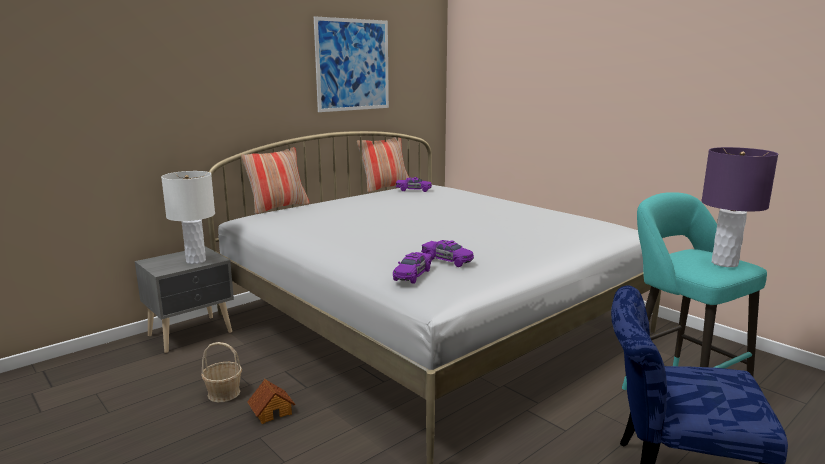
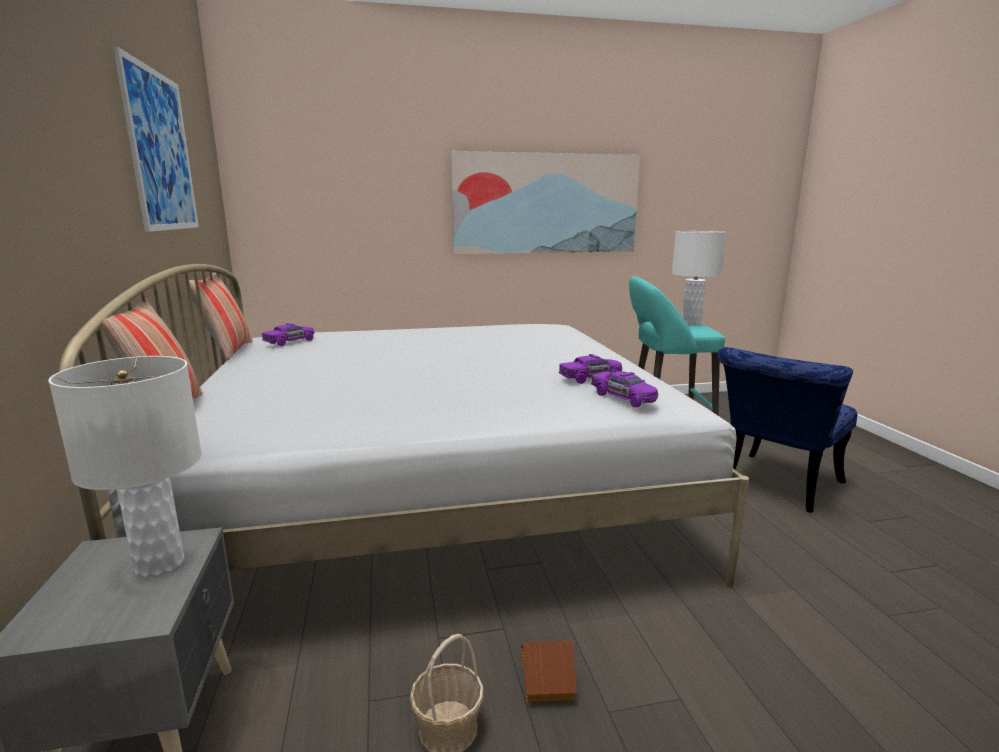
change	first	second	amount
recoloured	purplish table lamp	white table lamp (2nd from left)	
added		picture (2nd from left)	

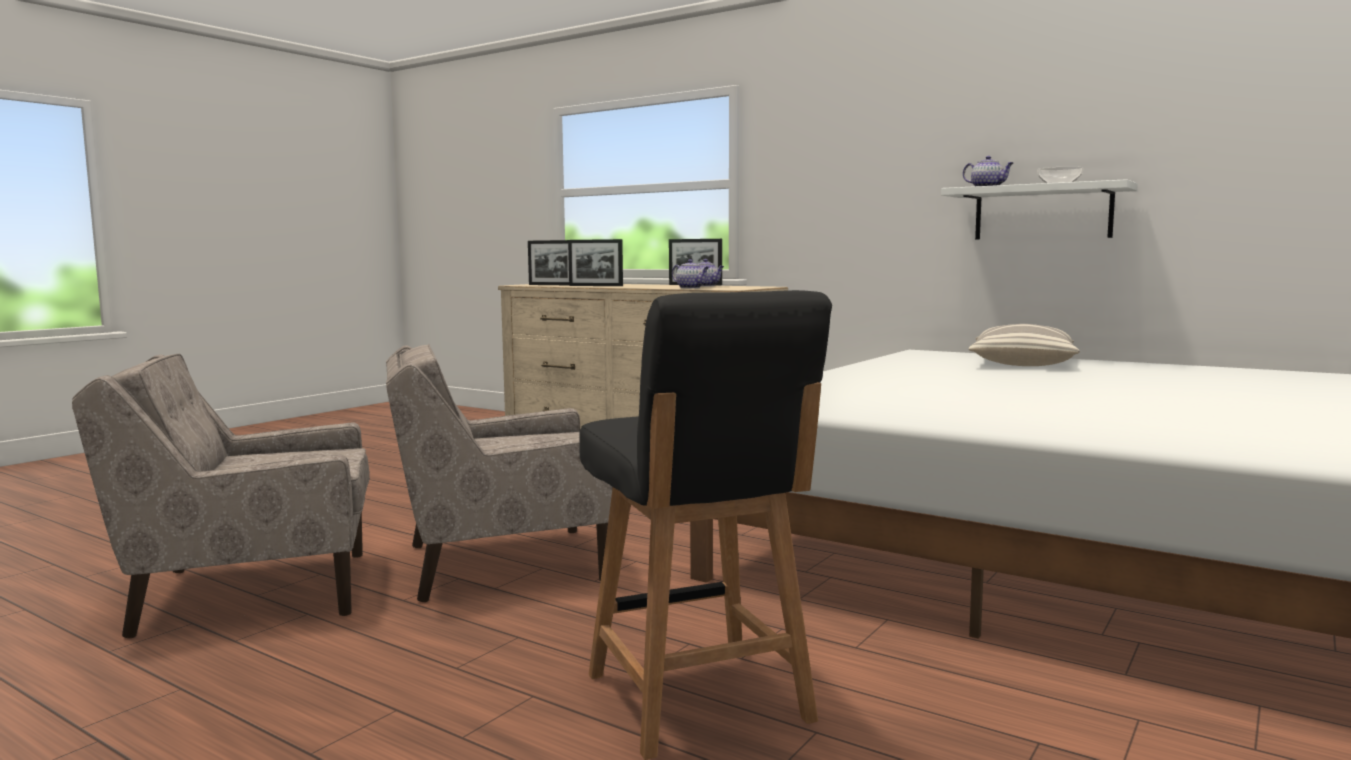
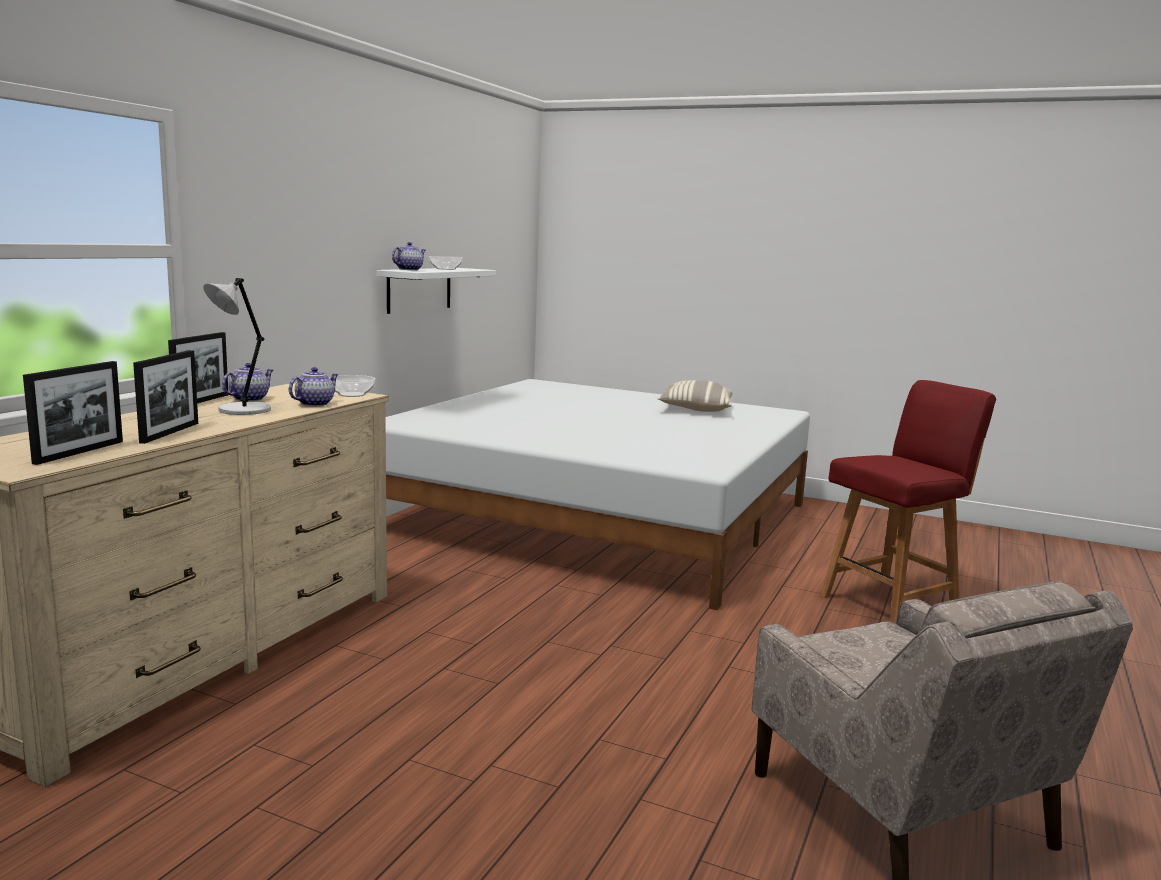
change	first	second	amount
removed	beige easy chair (2nd from left)		
recoloured	black plain chair	red plain chair	
moved	throw pillow		
added		gray table lamp	
added		bowl (1st from left)	

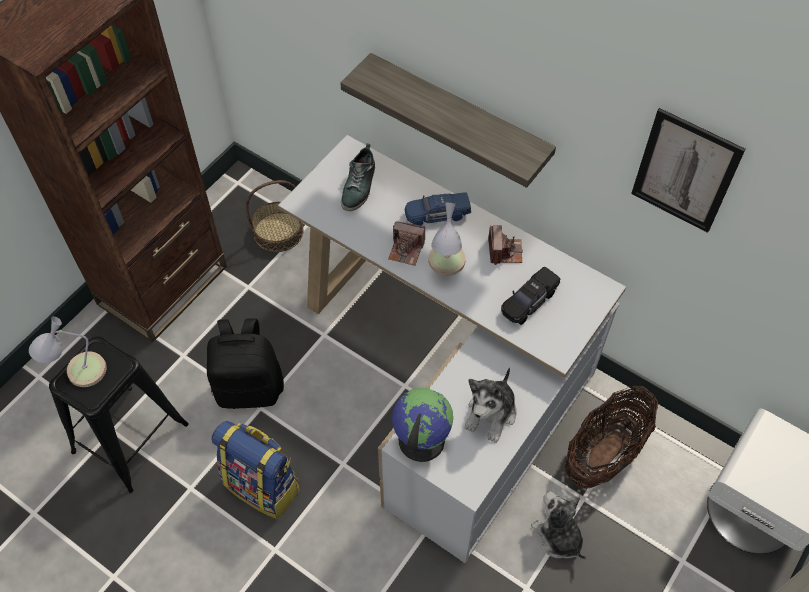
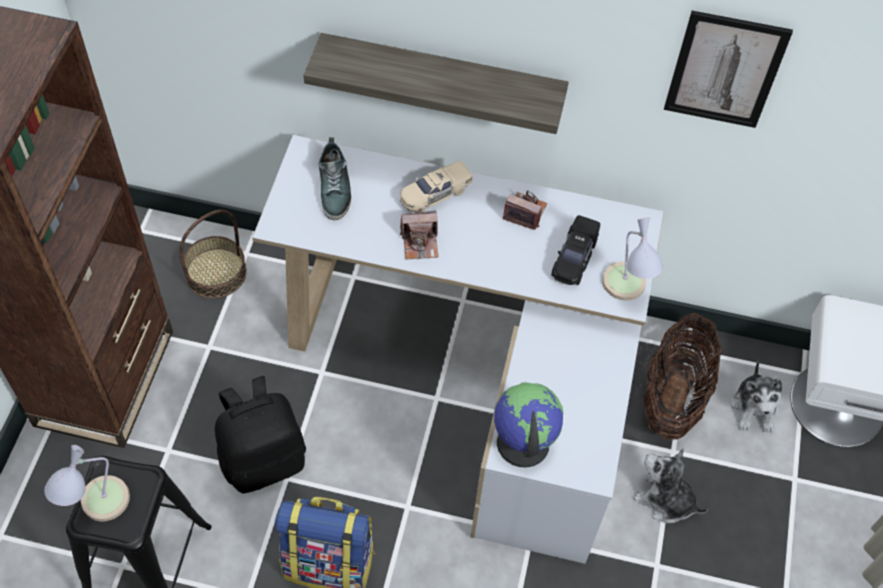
change	first	second	amount
recoloured	blue-coloured toy car	beige toy car	
moved	table lamp (2nd from left)		
moved	plush toy (1st from left in the first image)	plush toy (2nd from left)	
turned	still camera (2nd from left)		45 degrees counterclockwise

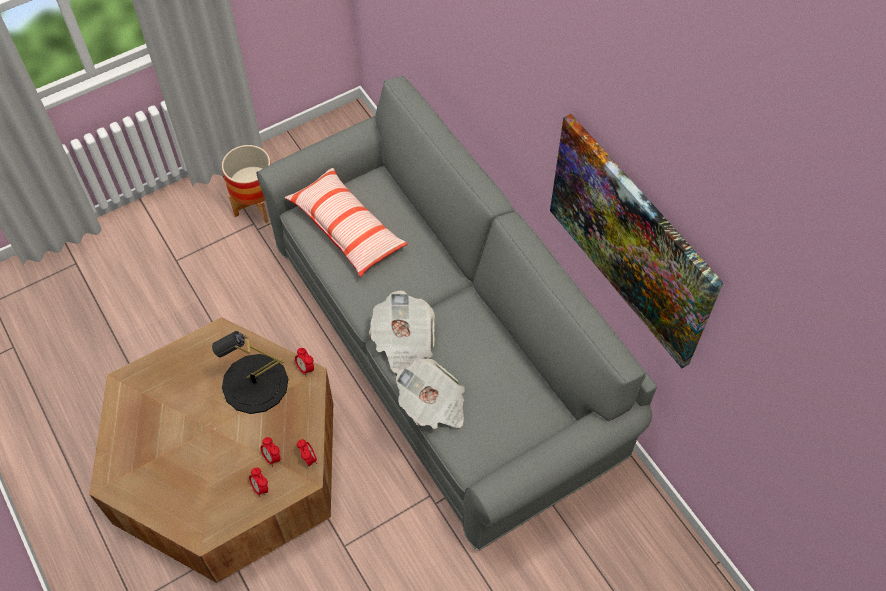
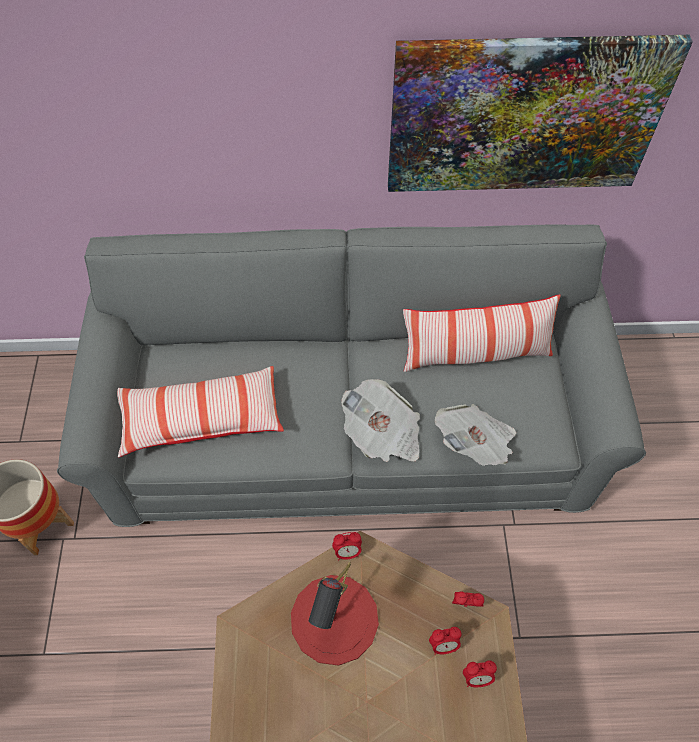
change	first	second	amount
recoloured	black table lamp	red table lamp	
added		throw pillow (2nd from left)	

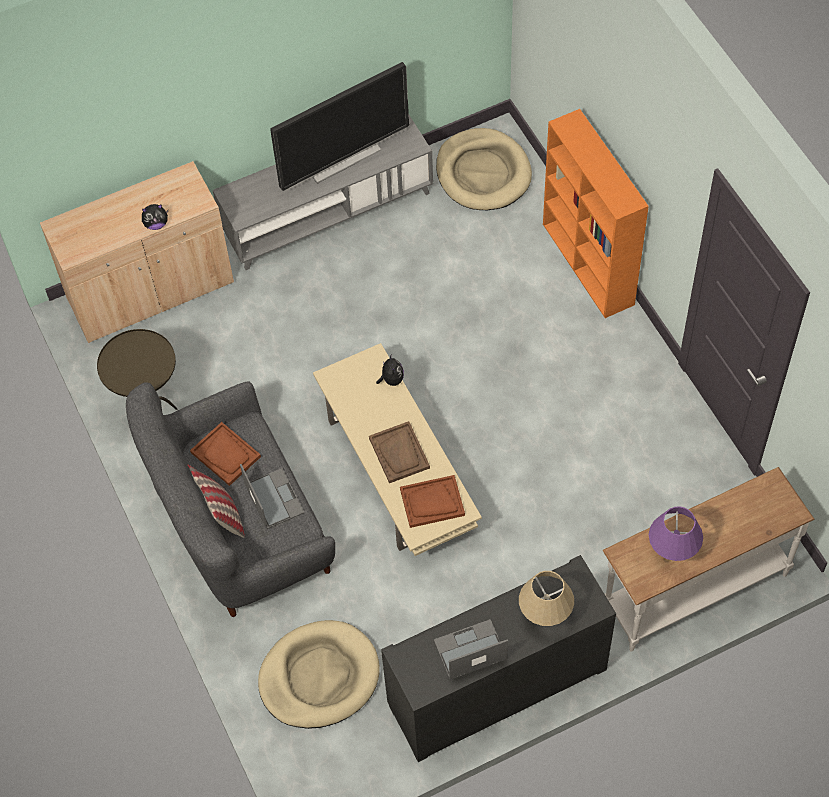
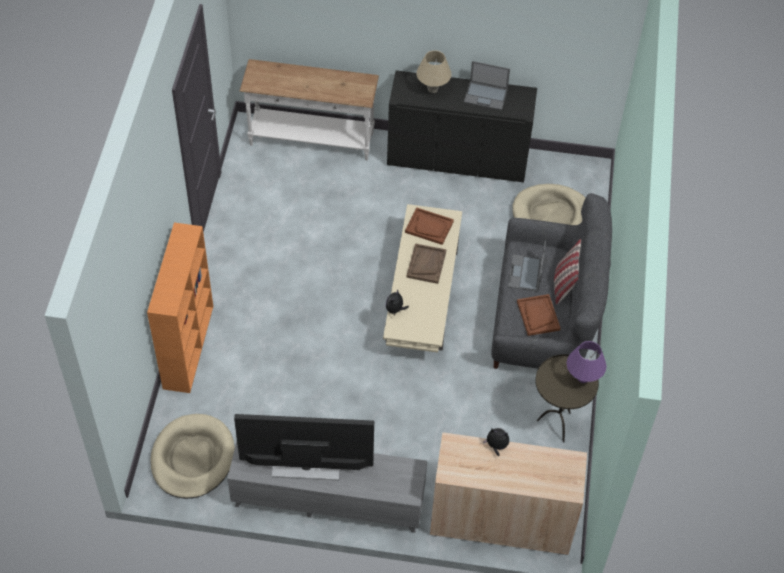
change	first	second	amount
moved	purplish table lamp		

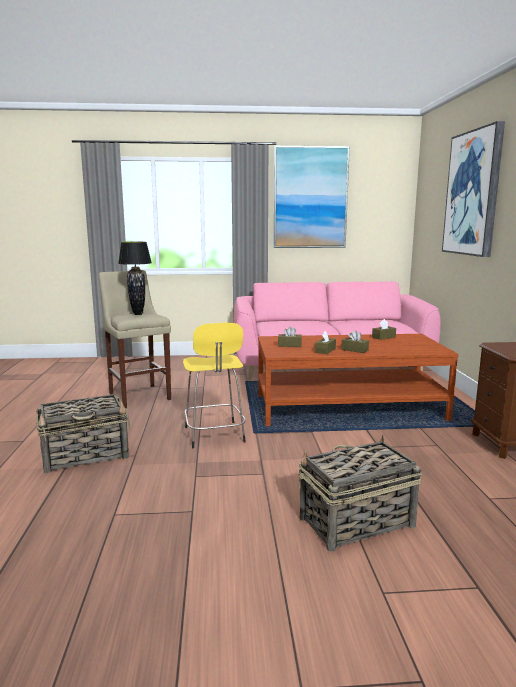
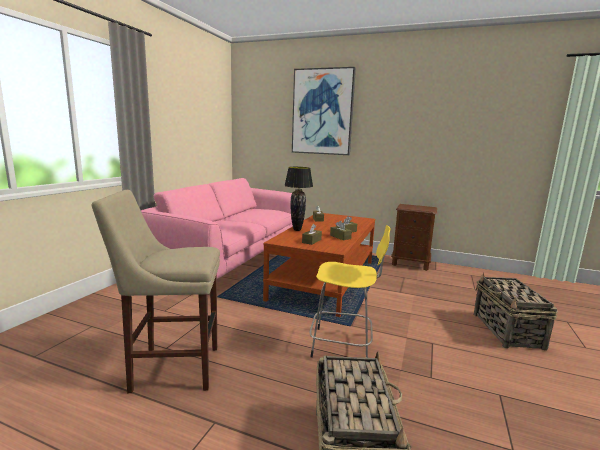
change	first	second	amount
moved	black table lamp		
removed	picture (1st from left)		

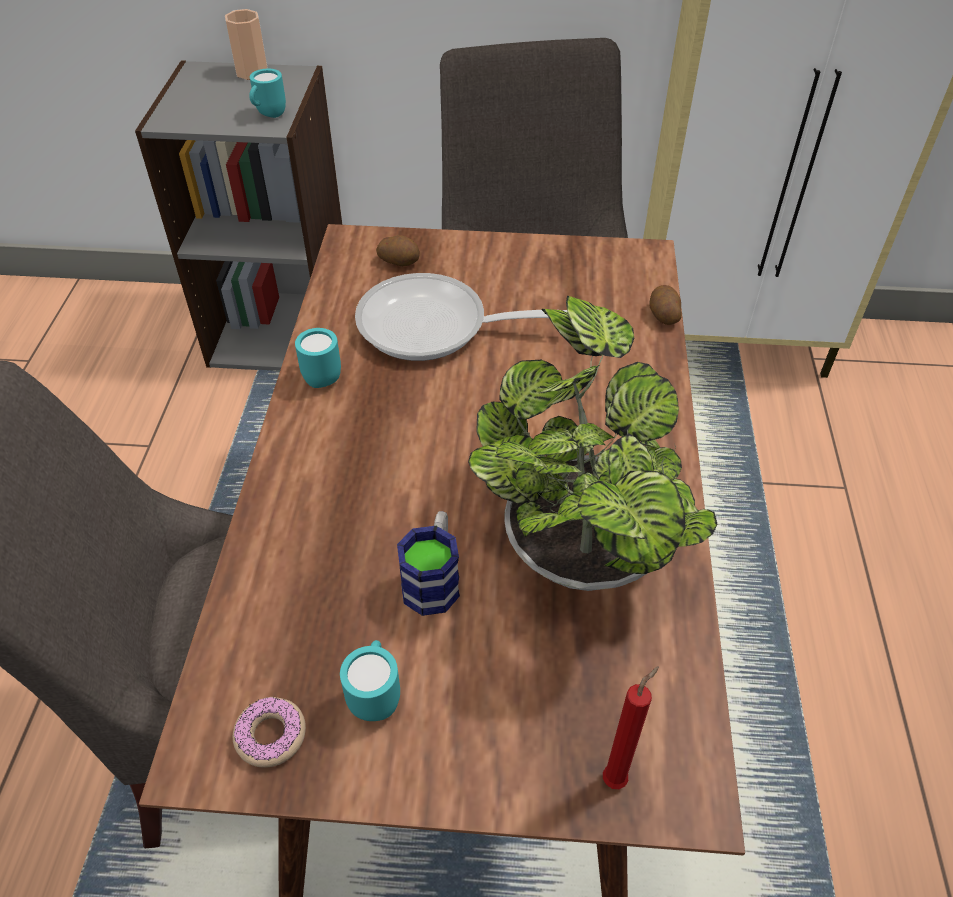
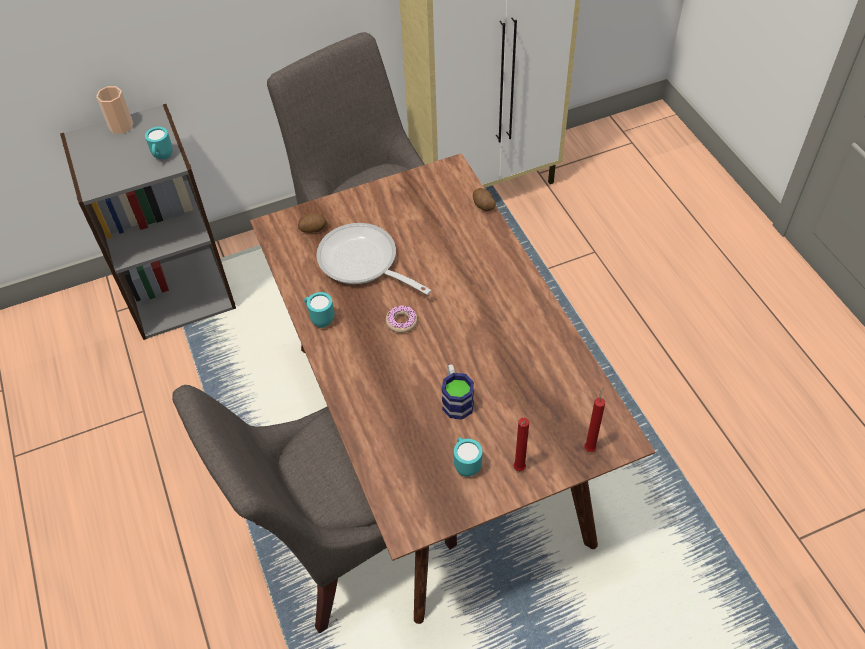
change	first	second	amount
moved	ring doughnut		
turned	frying pan		60 degrees clockwise
removed	houseplant		
added		red wax light (1st from left)	

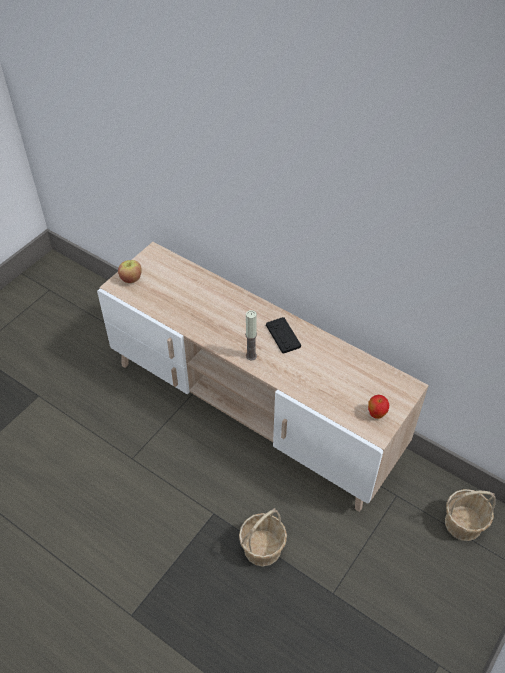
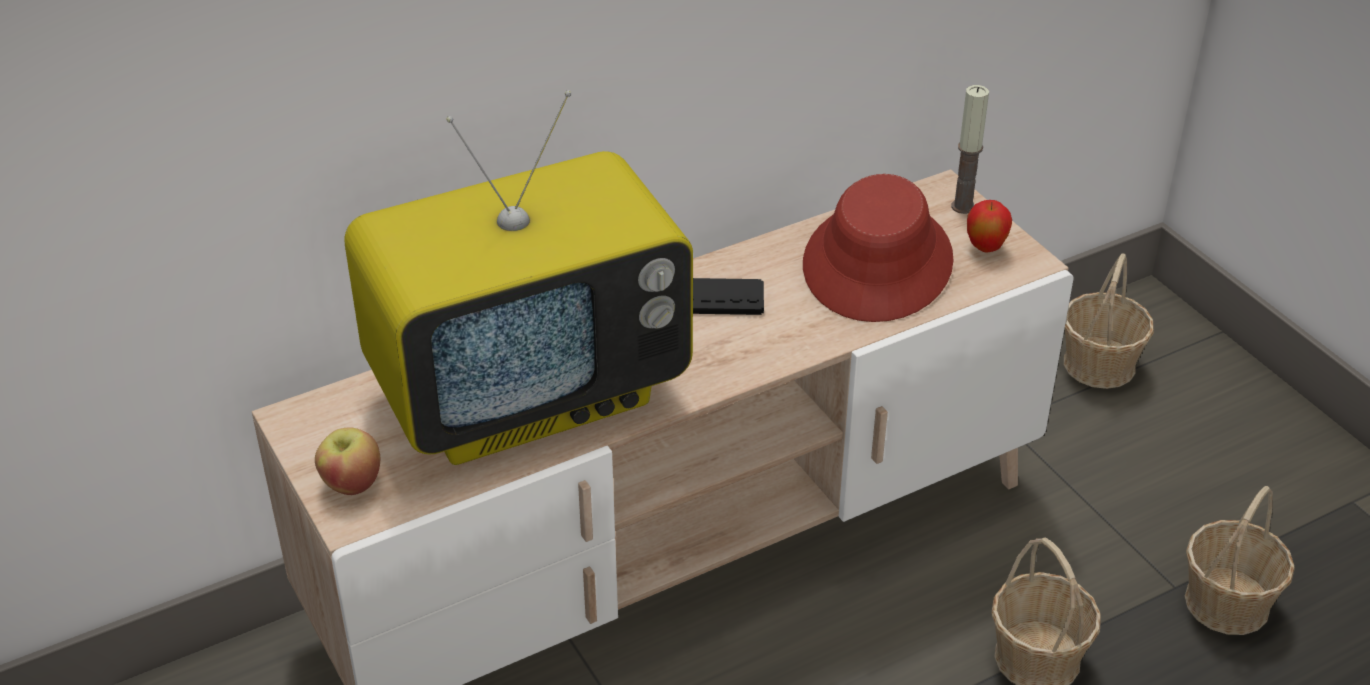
change	first	second	amount
moved	wax light		
added		TV set	
added		red hat	
added		basket (3rd from left)	

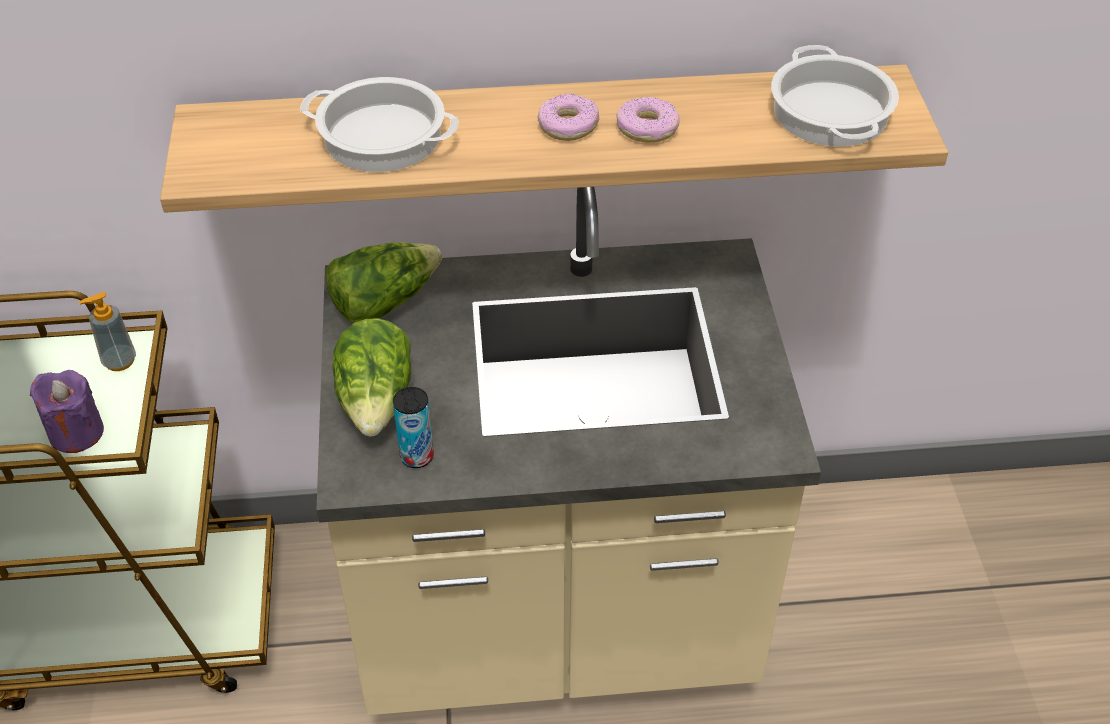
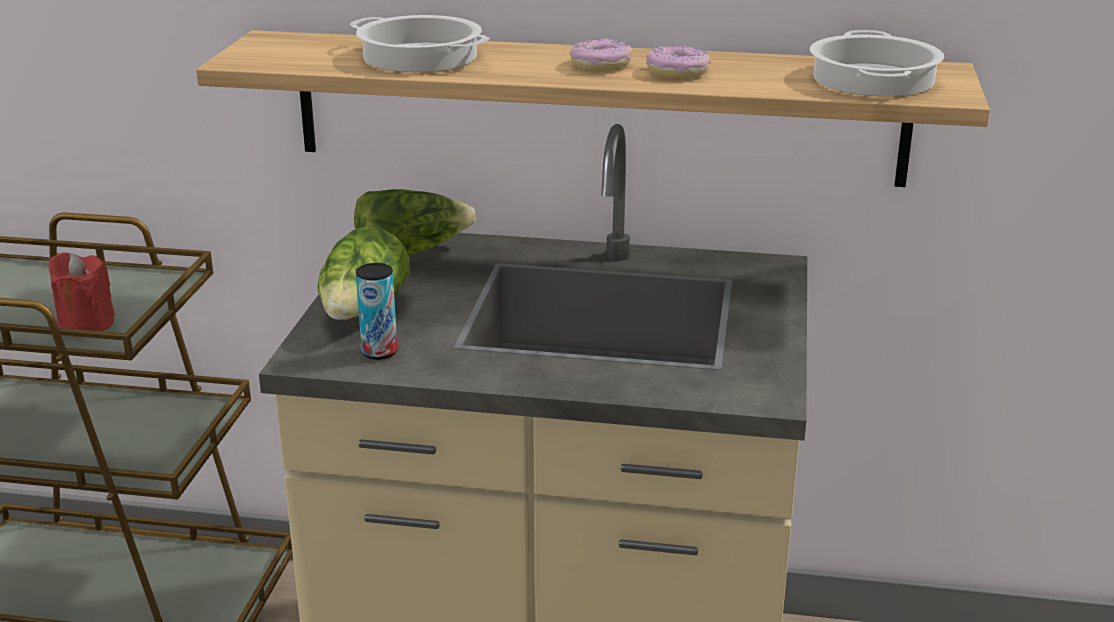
change	first	second	amount
recoloured	purplish wax light	red wax light	
removed	soap dispenser		

